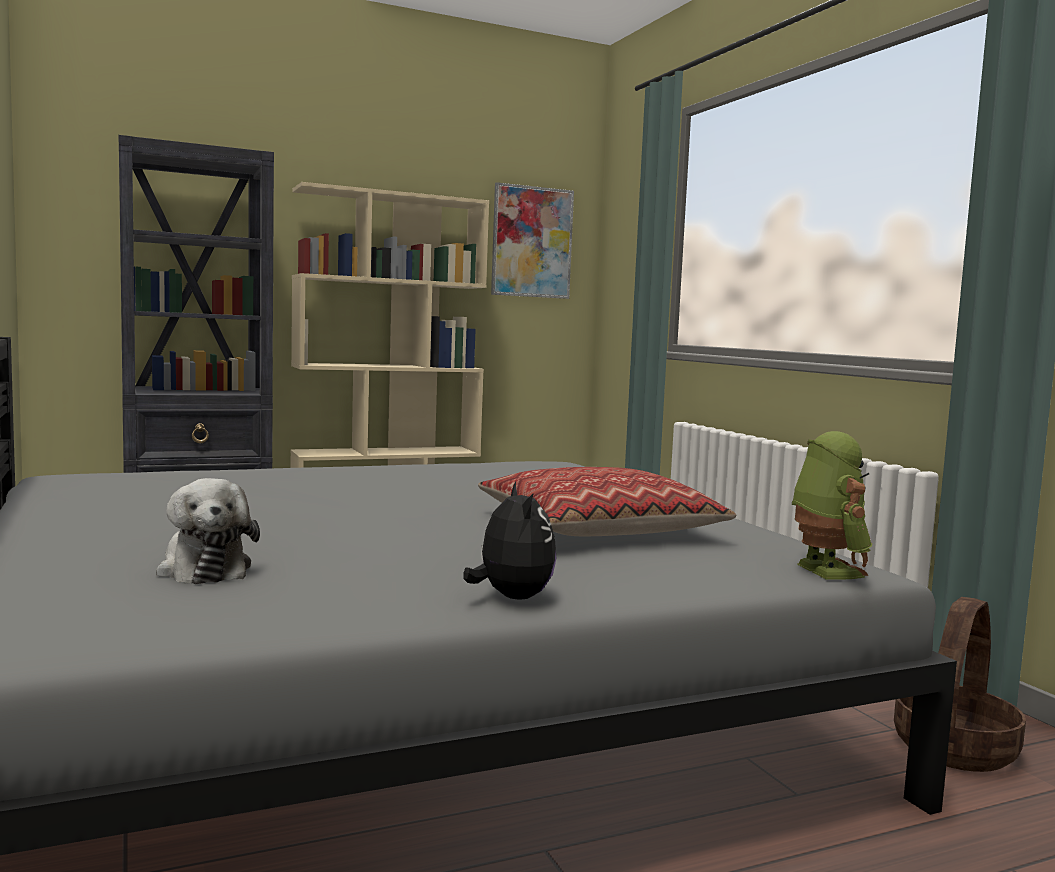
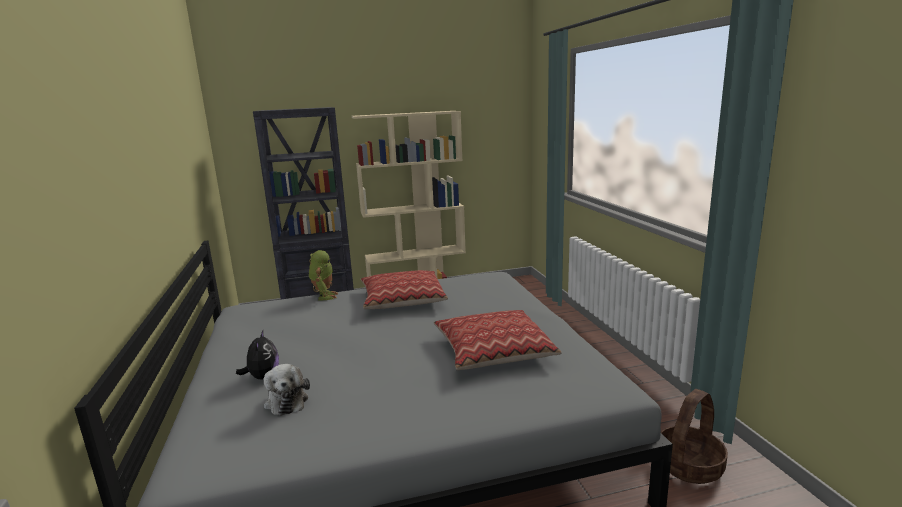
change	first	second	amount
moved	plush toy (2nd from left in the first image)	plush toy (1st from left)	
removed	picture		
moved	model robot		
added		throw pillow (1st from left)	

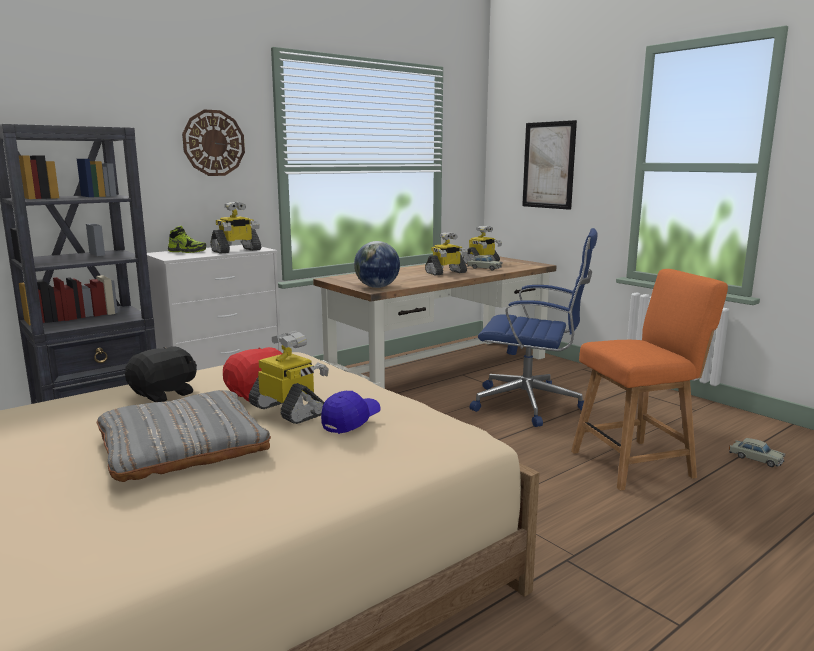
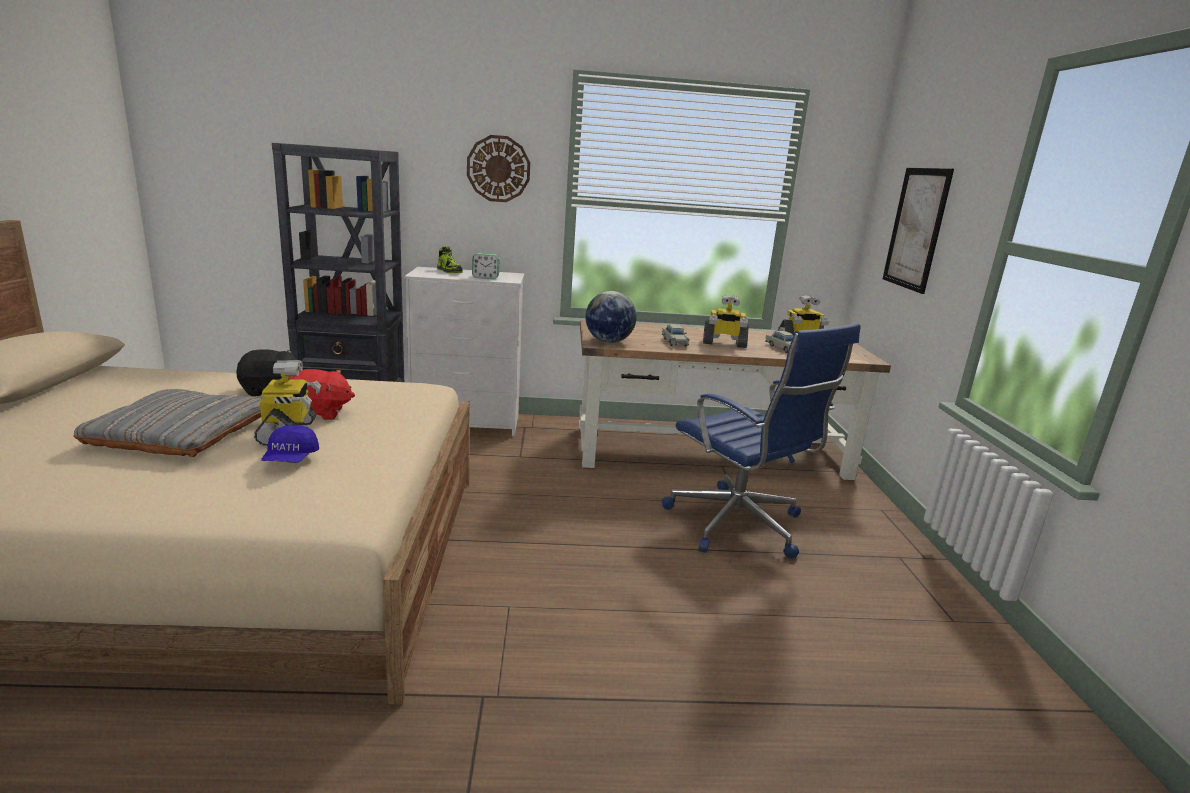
change	first	second	amount
replaced	model robot (1st from left)	bedside clock	
turned	blue-coloured baseball cap		105 degrees clockwise
removed	orange-coloured plain chair		
moved	beige toy car (2nd from left in the first image)	beige toy car (1st from left)	

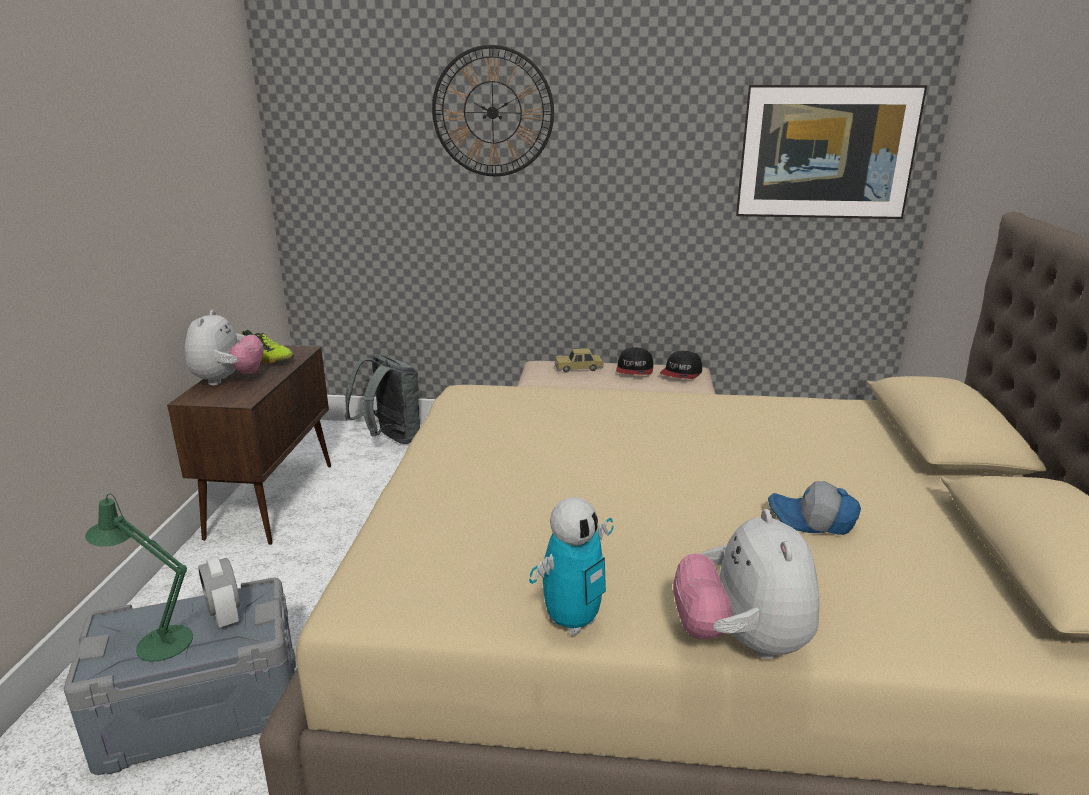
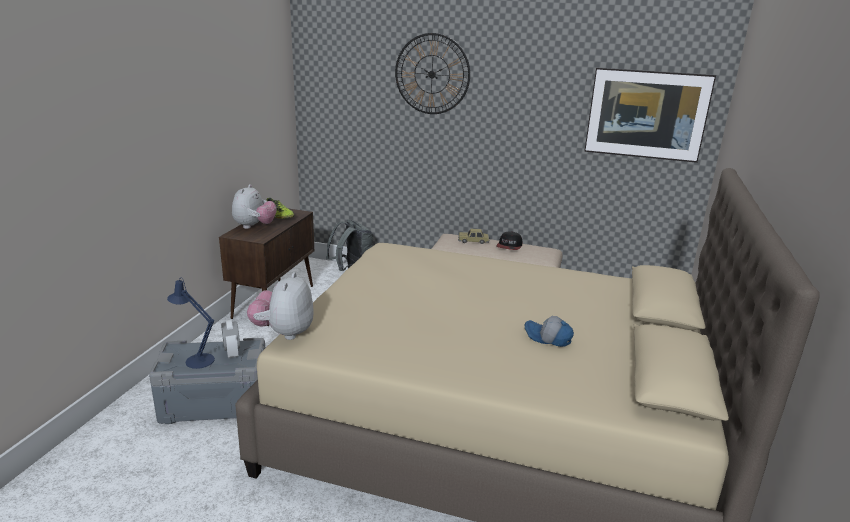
change	first	second	amount
recoloured	green-coloured table lamp	blue-coloured table lamp	
removed	model robot		
removed	baseball cap (2nd from left)		
moved	plush toy (2nd from left)		

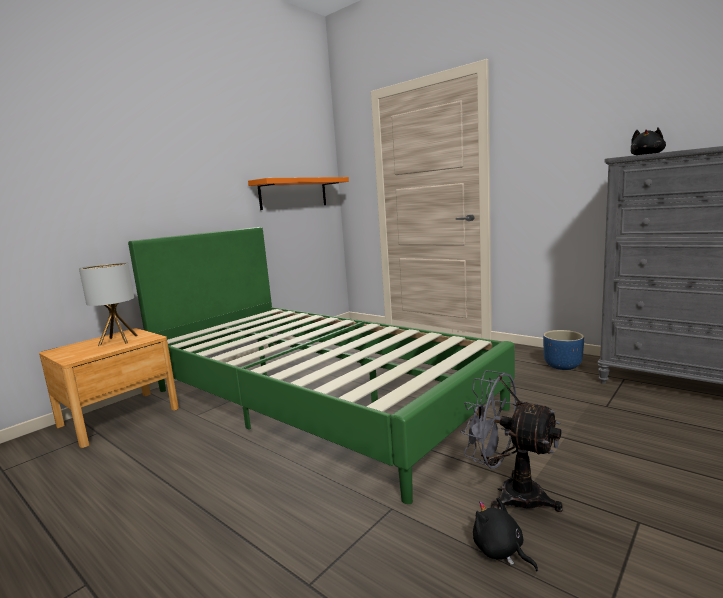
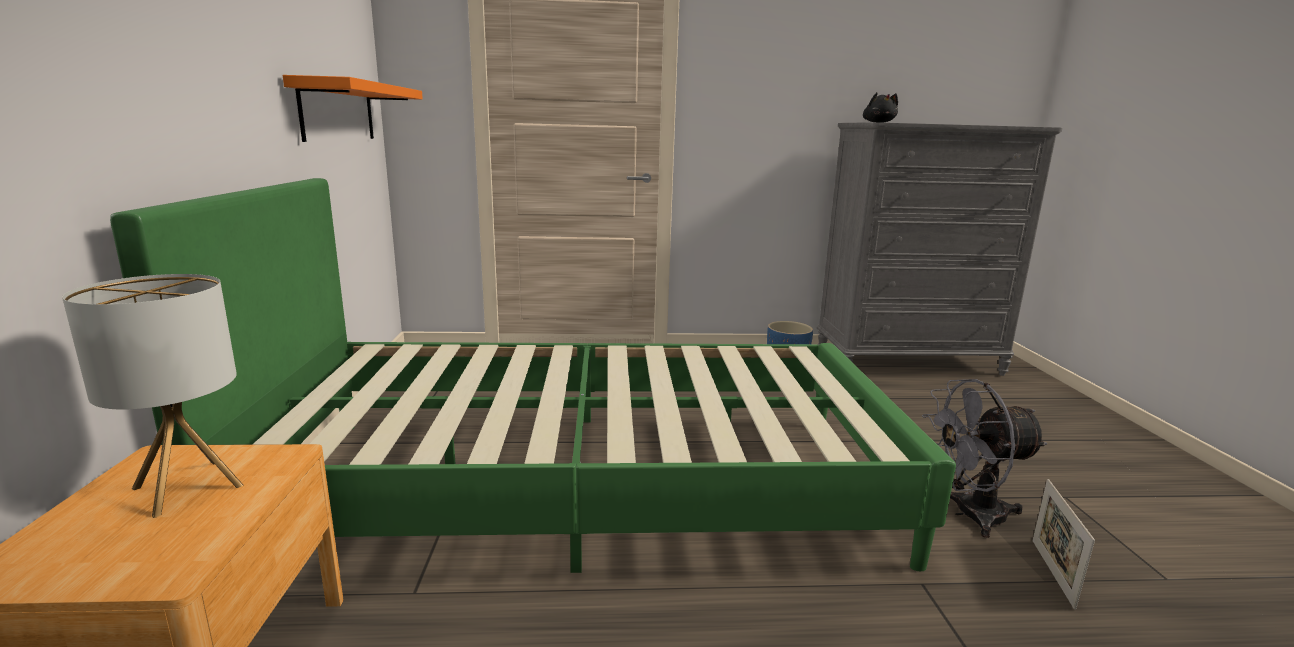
change	first	second	amount
replaced	black plush toy (1st from left)	photo frame	

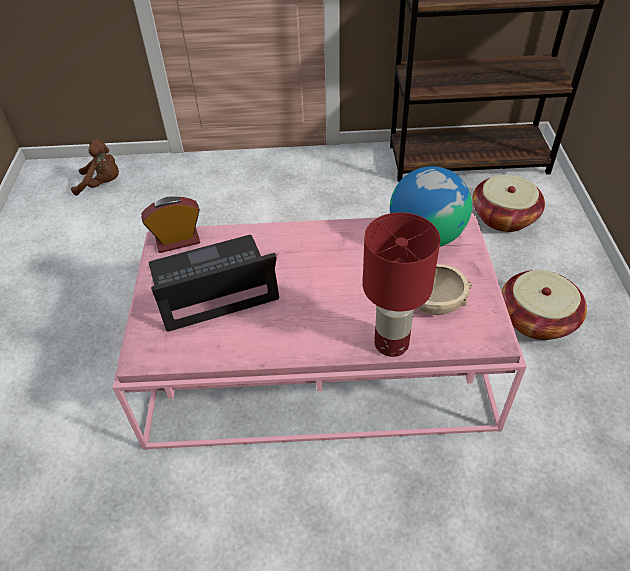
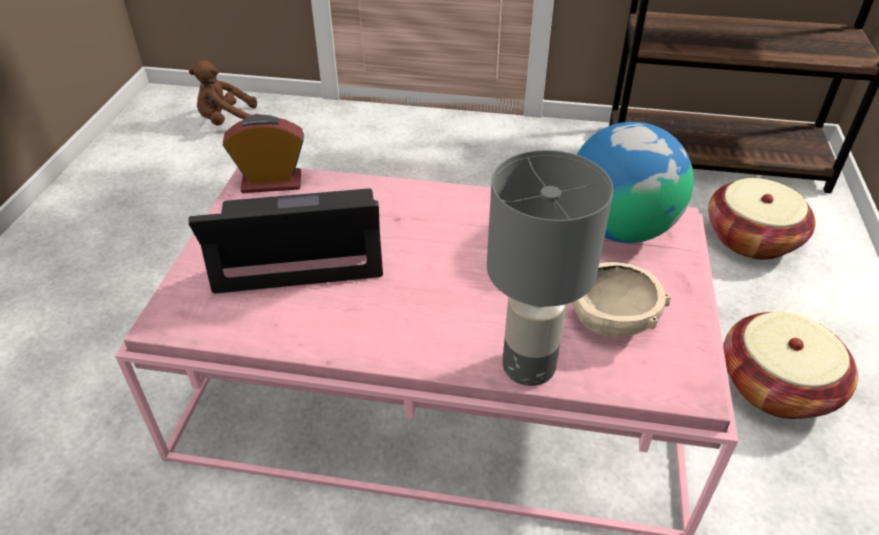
change	first	second	amount
turned	brown-coloured plush toy		150 degrees clockwise
recoloured	red table lamp	gray table lamp	

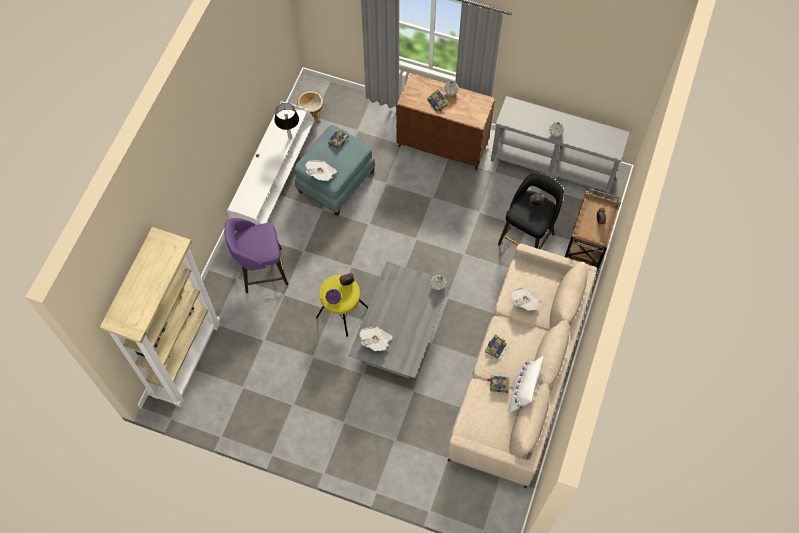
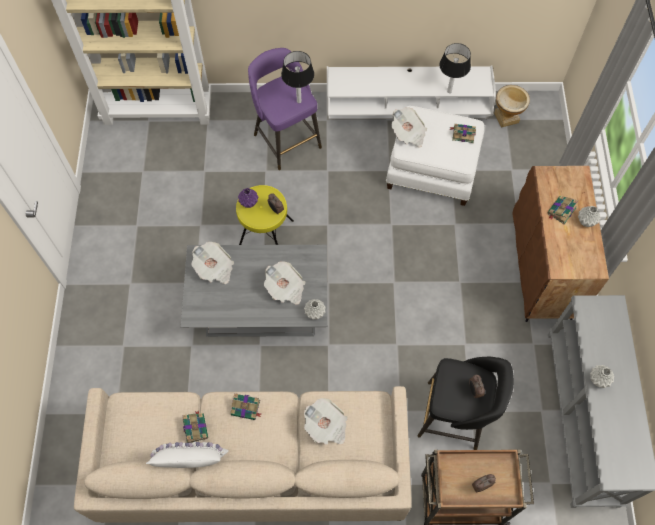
change	first	second	amount
recoloured	blue-coloured pouffe	white pouffe	
added		daily paper (2nd from left)	
added		table lamp (1st from left)	

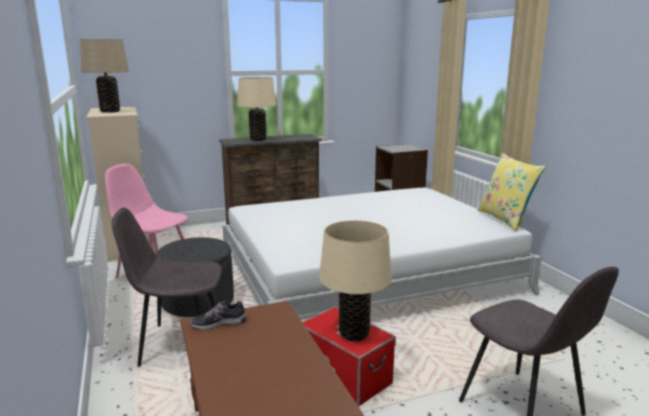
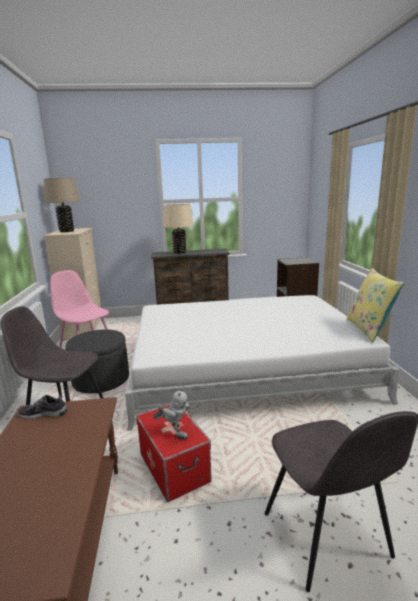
change	first	second	amount
replaced	beige table lamp (3rd from left)	model robot	

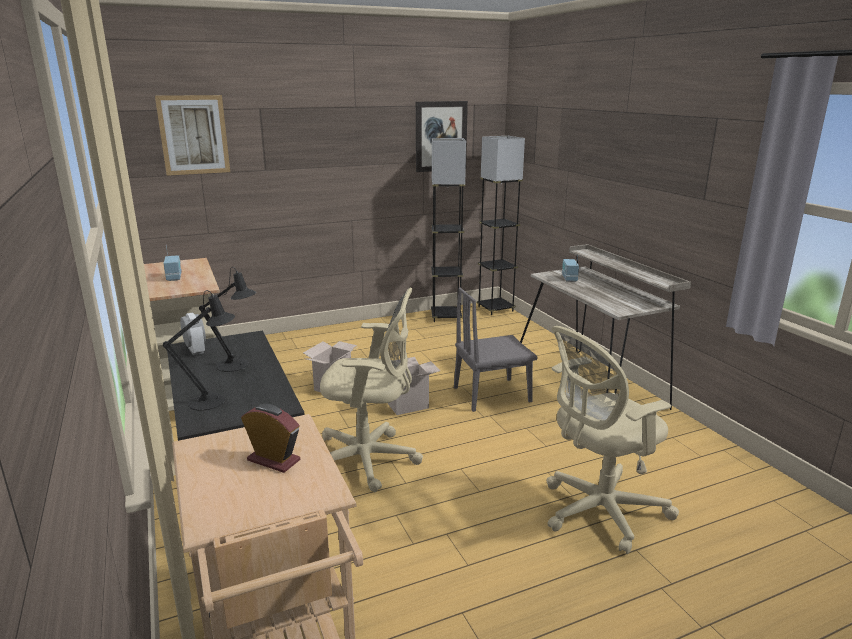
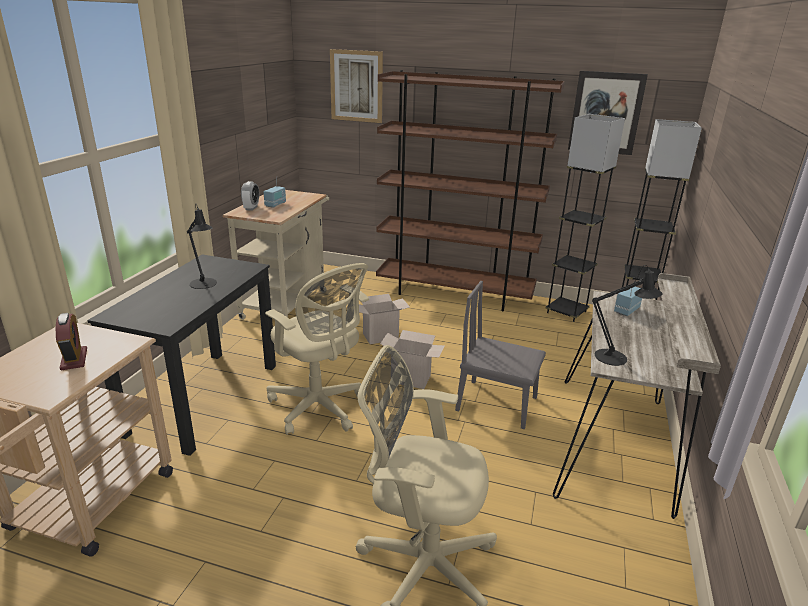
change	first	second	amount
moved	black table lamp (1st from left in the first image)	black table lamp (2nd from left)	
moved	bedside clock (1st from left in the first image)	bedside clock (2nd from left)	
added		brown-coloured bookcase	

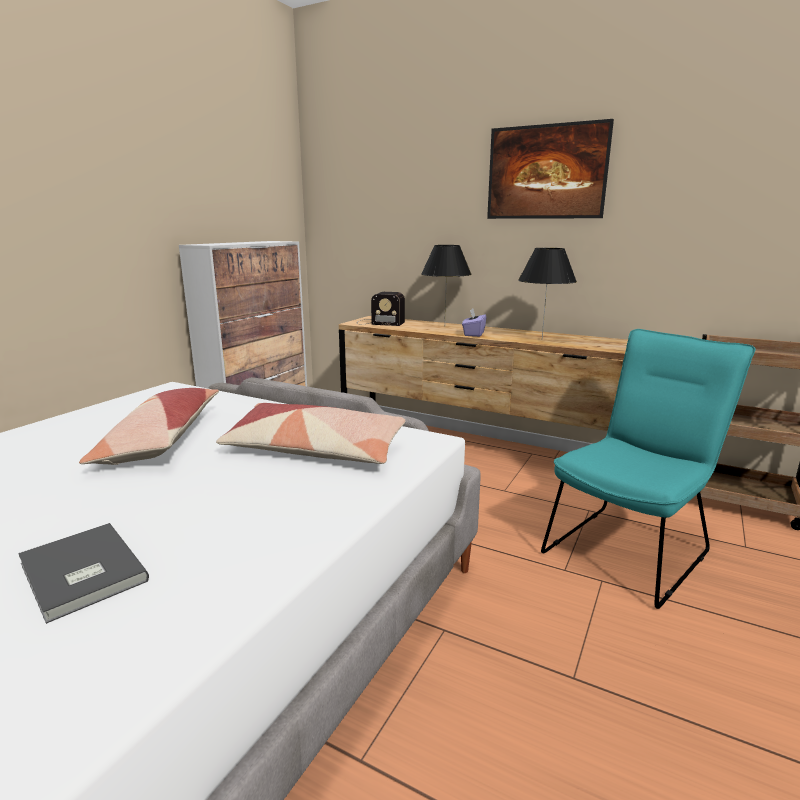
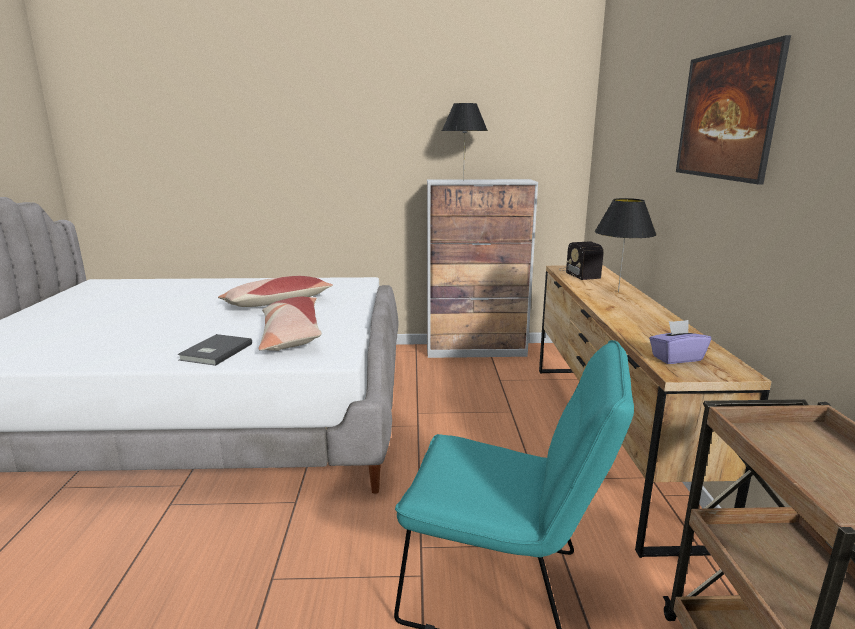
change	first	second	amount
moved	gray book		
moved	purplish tissue holder		
moved	black table lamp (2nd from left in the first image)	black table lamp (1st from left)	

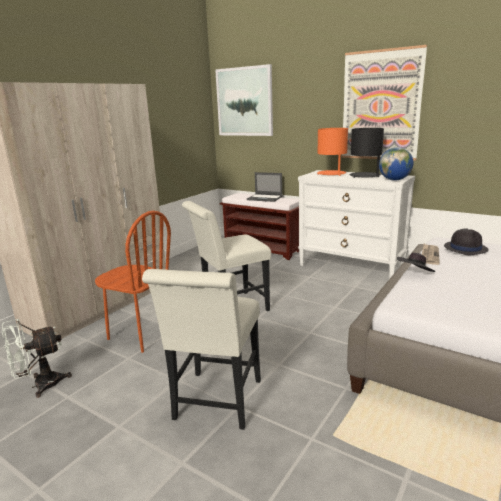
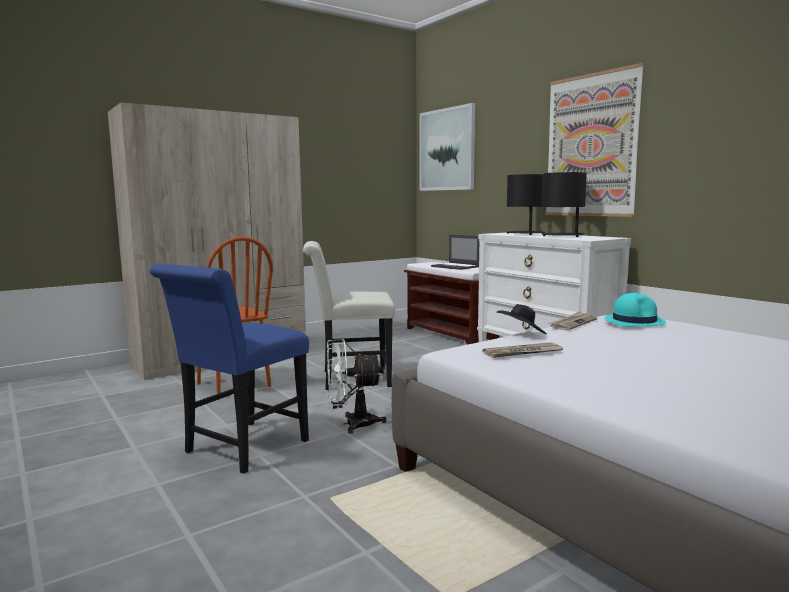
change	first	second	amount
moved	white cooling fan		
recoloured	white plain chair (1st from left)	blue-coloured plain chair	
recoloured	orange-coloured table lamp	black table lamp (1st from left)	
removed	desk globe		
recoloured	black hat (2nd from left)	turquoise-coloured hat	
added		daily paper (1st from left)	

